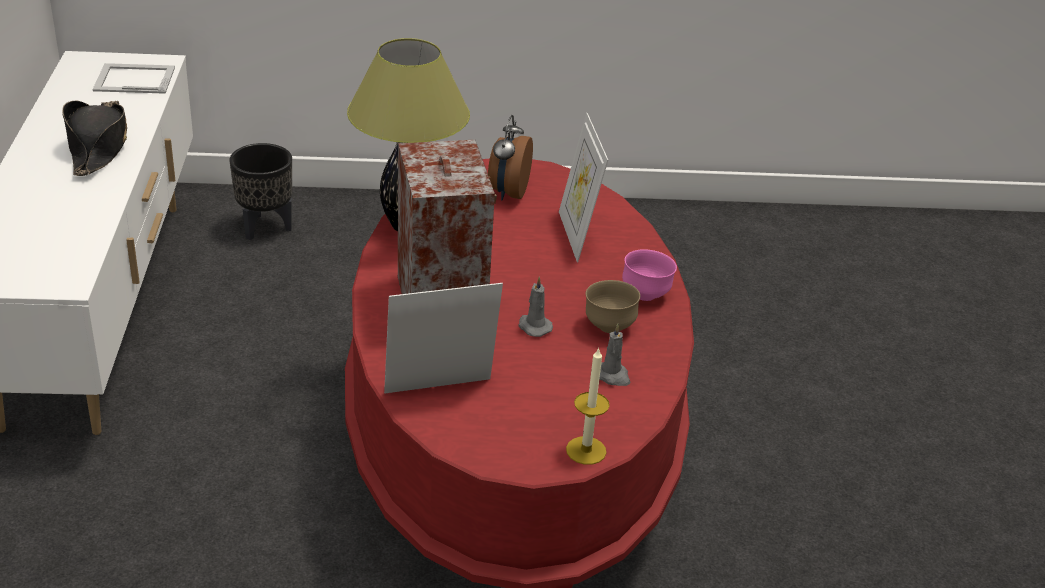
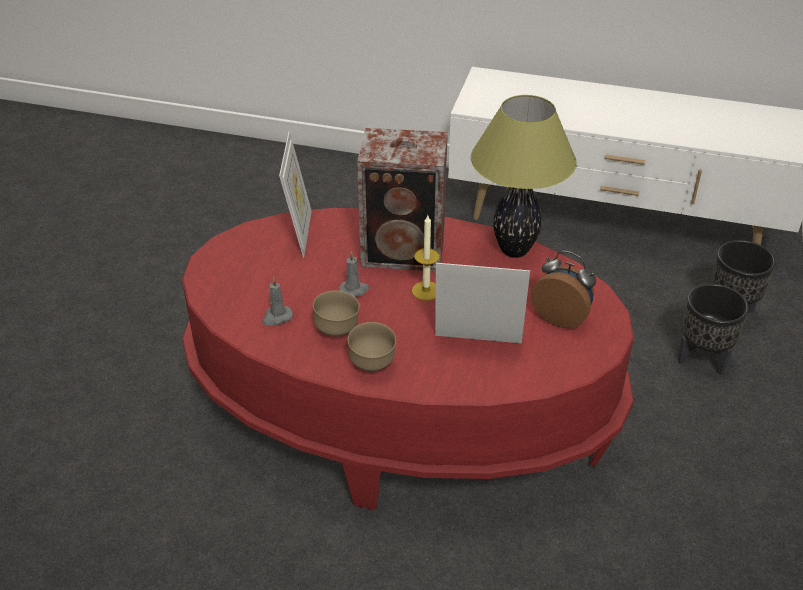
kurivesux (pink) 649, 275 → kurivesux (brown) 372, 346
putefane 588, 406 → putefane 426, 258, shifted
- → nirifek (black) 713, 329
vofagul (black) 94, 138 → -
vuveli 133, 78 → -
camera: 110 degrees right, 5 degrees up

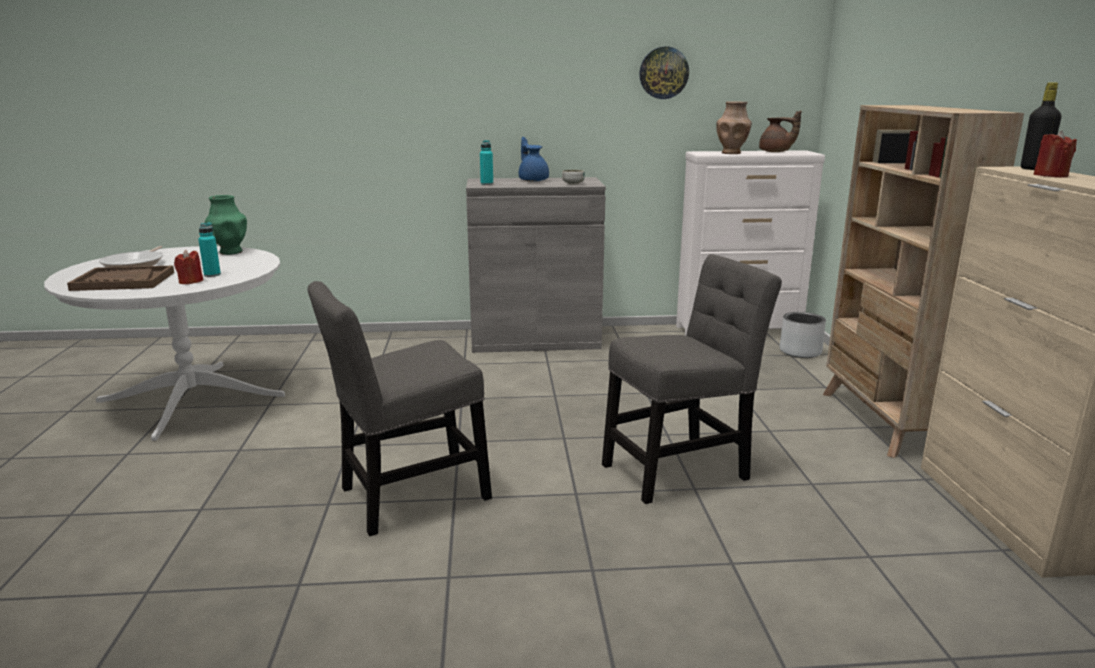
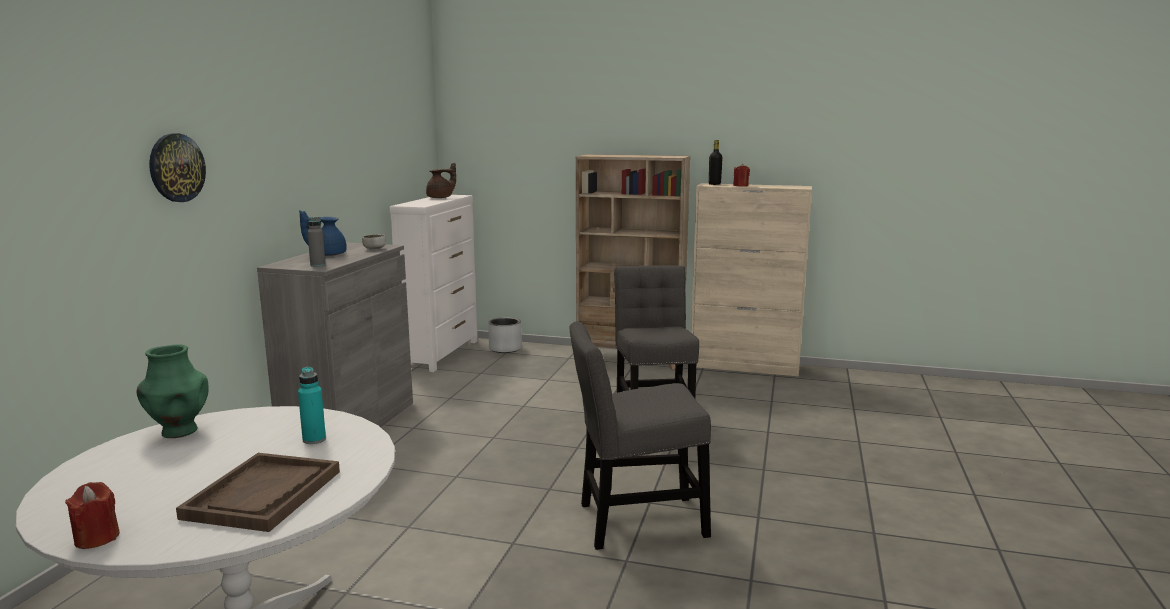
putefane (red) 188, 267 → putefane (red) 92, 515, shifted
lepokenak 664, 73 → lepokenak 177, 167, shifted
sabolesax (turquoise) 486, 162 → sabolesax (grey) 317, 242
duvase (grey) 399, 408 → duvase (grey) 640, 435, 90 degrees clockwise
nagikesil 131, 256 → -
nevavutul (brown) 734, 127 → -
camera: 70 degrees left, 5 degrees down

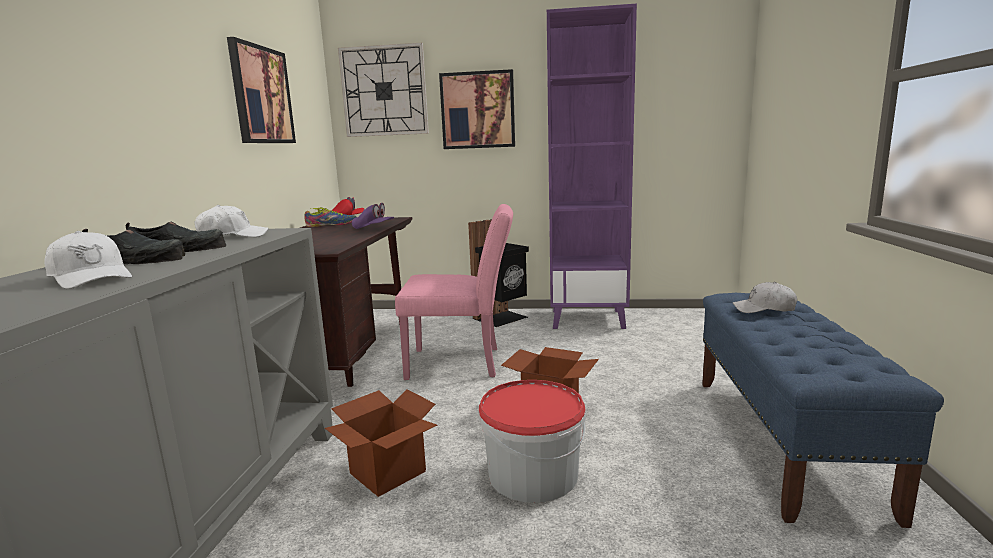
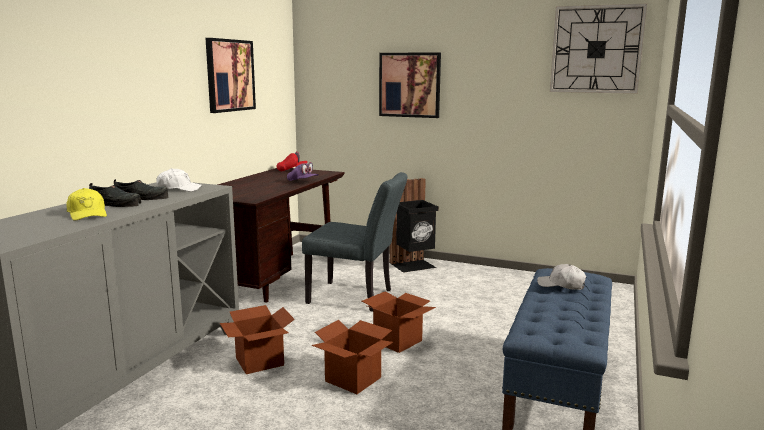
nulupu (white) 88, 260 → nulupu (yellow) 86, 204
duvase (pink) 454, 292 → duvase (grey) 354, 242
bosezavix 532, 441 → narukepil 352, 357
lepokenak 383, 90 → lepokenak 598, 49, shifted
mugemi 330, 217 → -
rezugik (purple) 592, 166 → -
camera: 15 degrees right, 0 degrees up

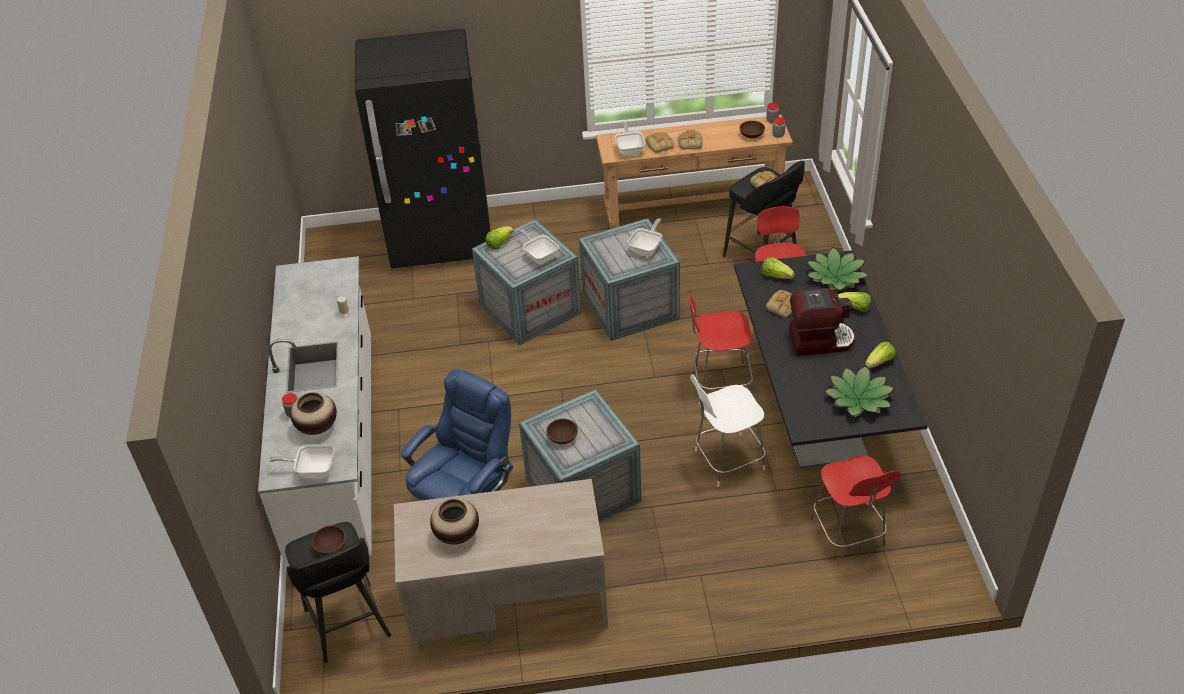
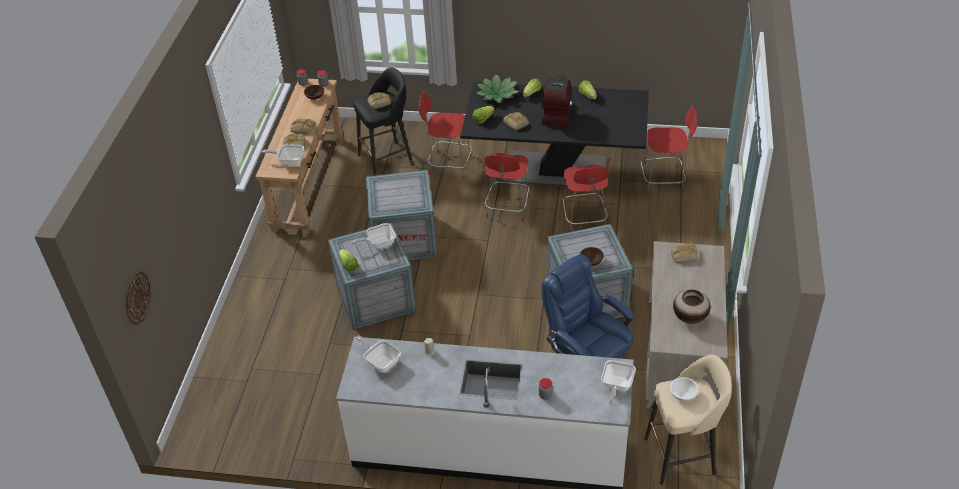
- → lepokenak 138, 298
nagikesil 644, 237 → nagikesil 378, 354, shifted
duvase (white) 728, 430 → duvase (red) 585, 198
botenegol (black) 338, 592 → botenegol (beige) 688, 420
kurivesux (brown) 329, 540 → kurivesux (white) 684, 389
- → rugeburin 684, 253
nevavutul 313, 414 → -
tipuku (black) 422, 149 → -
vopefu 859, 391 → -
camera: 75 degrees left, 0 degrees up

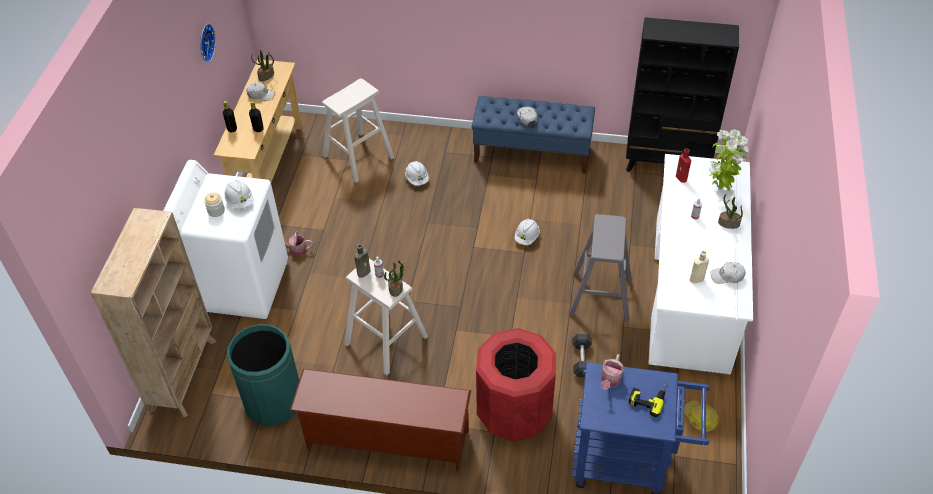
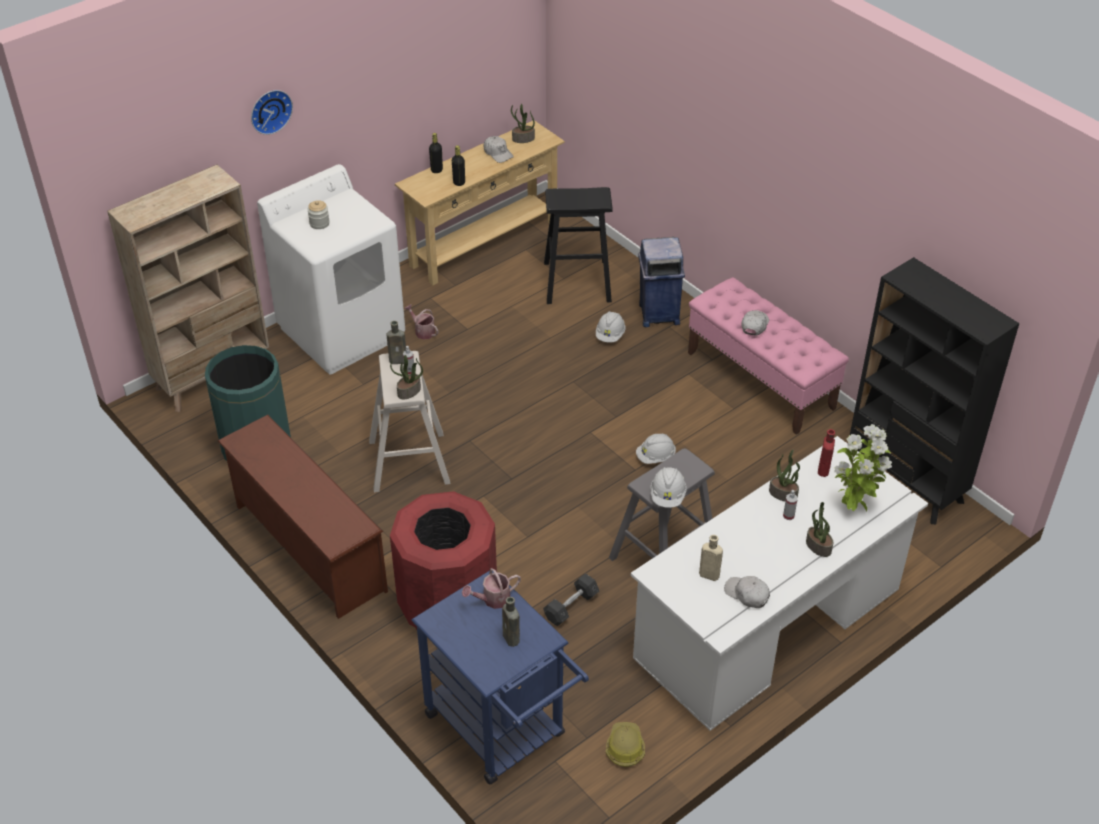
lepokenak 208, 43 → lepokenak 272, 112, shifted
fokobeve 648, 398 → sabolesax (brown) 511, 622
botenegol (beige) 358, 130 → botenegol (black) 578, 245
- → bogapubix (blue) 661, 282
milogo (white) 238, 194 → milogo (white) 668, 487, shifted
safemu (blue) 533, 135 → safemu (pink) 768, 356
- → vopefu 784, 476
camera: 40 degrees right, 5 degrees down

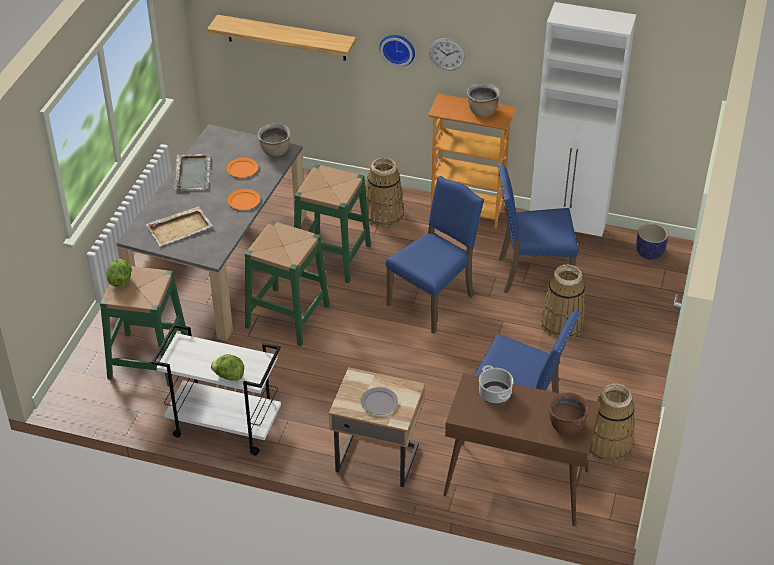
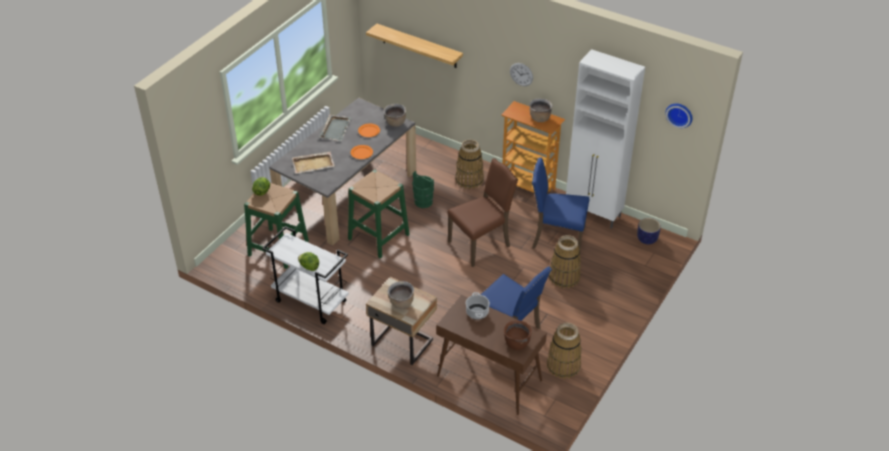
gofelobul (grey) 379, 401 → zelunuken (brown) 401, 295
botenegol (green) 332, 223 → bosezavix (green) 423, 189
duvase (blue) 435, 255 → duvase (brown) 482, 212
lepokenak 397, 51 → lepokenak 678, 115, shifted
camera: 15 degrees right, 0 degrees up

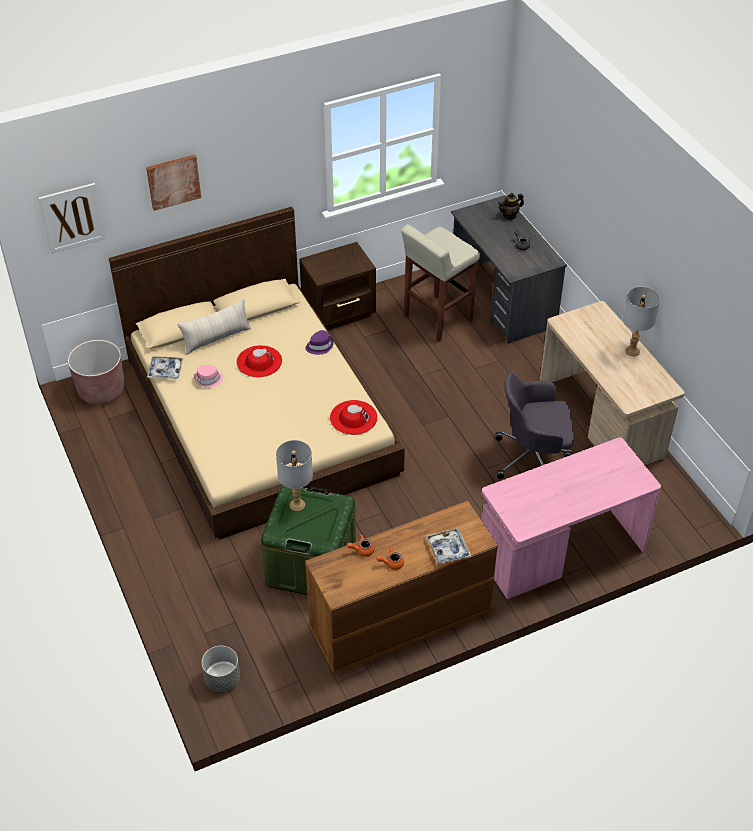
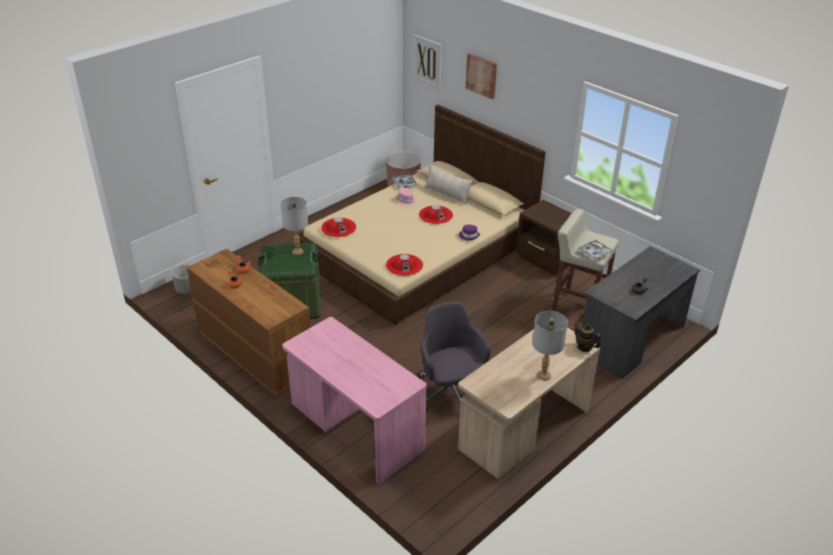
- → vofagul (red) 338, 227
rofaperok 511, 206 → rofaperok 587, 338, shifted
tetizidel 448, 546 → tetizidel 595, 250, shifted
camera: 70 degrees right, 10 degrees down

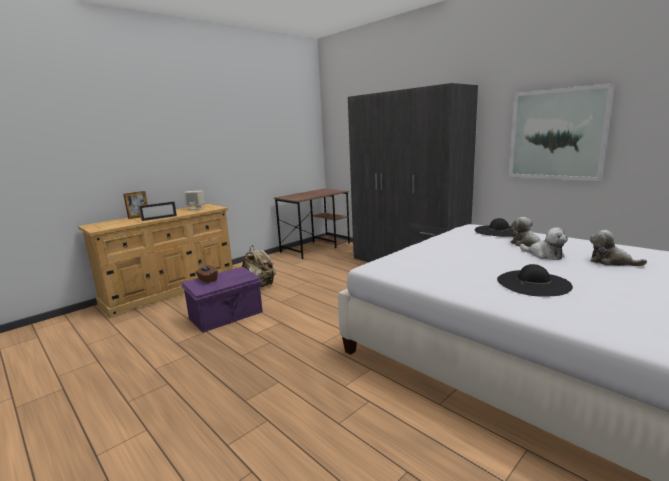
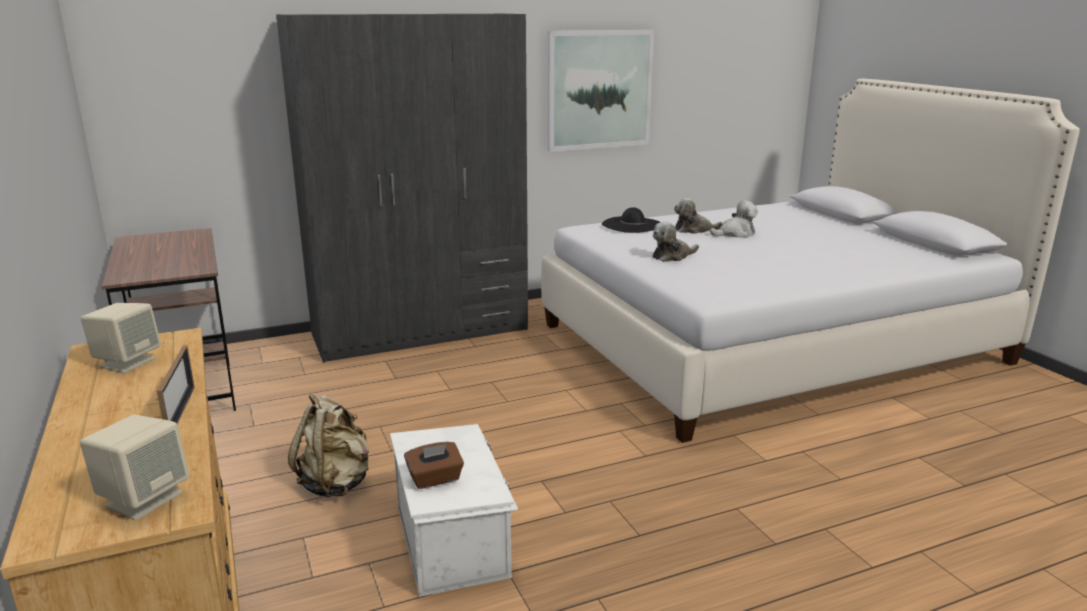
- → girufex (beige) 134, 467
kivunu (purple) 222, 300 → kivunu (white) 454, 510
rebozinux 618, 248 → rebozinux 676, 242, shifted
vuveli 135, 205 → -
vofagul (black) 535, 280 → -
camera: 70 degrees left, 5 degrees up

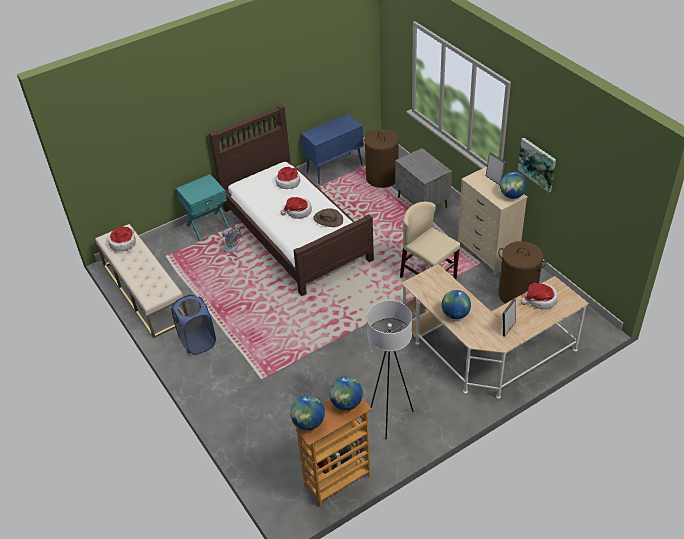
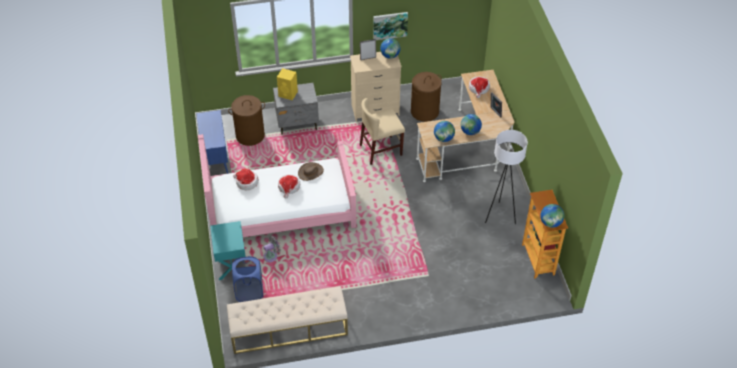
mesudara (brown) 291, 200 → mesudara (pink) 277, 185
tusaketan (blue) 193, 325 → tusaketan (blue) 247, 279, shifted
- → girufex (yellow) 287, 84
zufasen 346, 393 → zufasen 444, 131, shifted
vofagul 122, 239 → -
camera: 70 degrees left, 5 degrees up

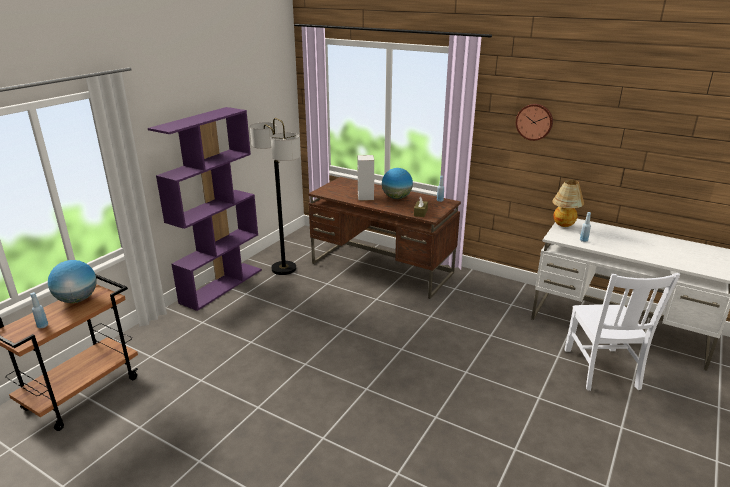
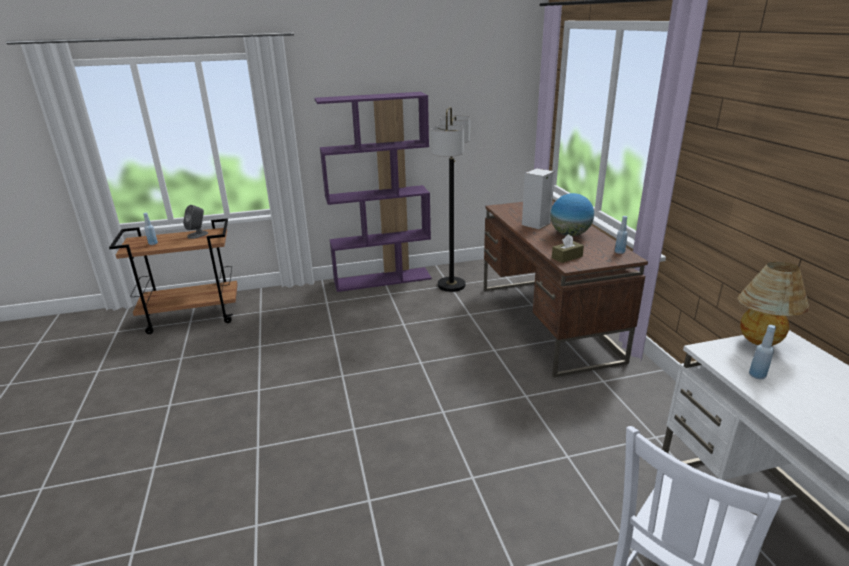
zufasen 72, 281 → girufex (grey) 195, 222
lepokenak 534, 122 → -
camera: 45 degrees right, 0 degrees up

